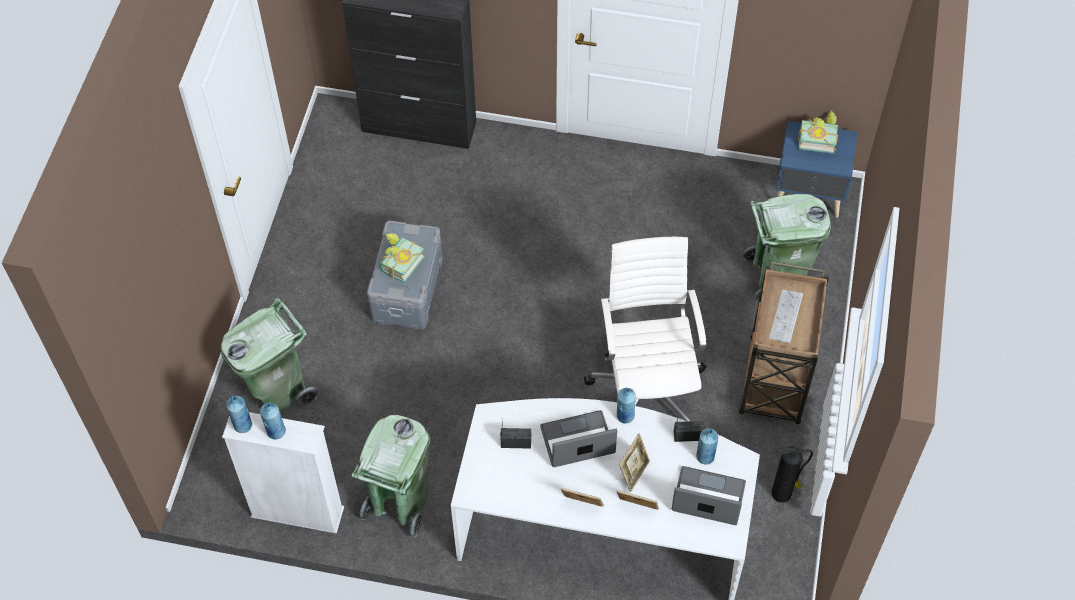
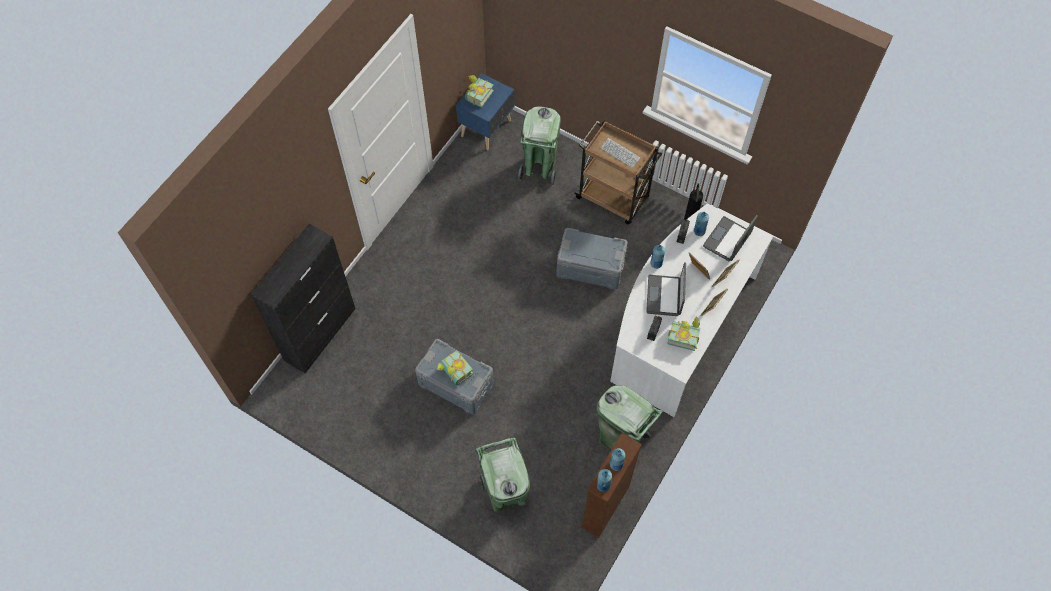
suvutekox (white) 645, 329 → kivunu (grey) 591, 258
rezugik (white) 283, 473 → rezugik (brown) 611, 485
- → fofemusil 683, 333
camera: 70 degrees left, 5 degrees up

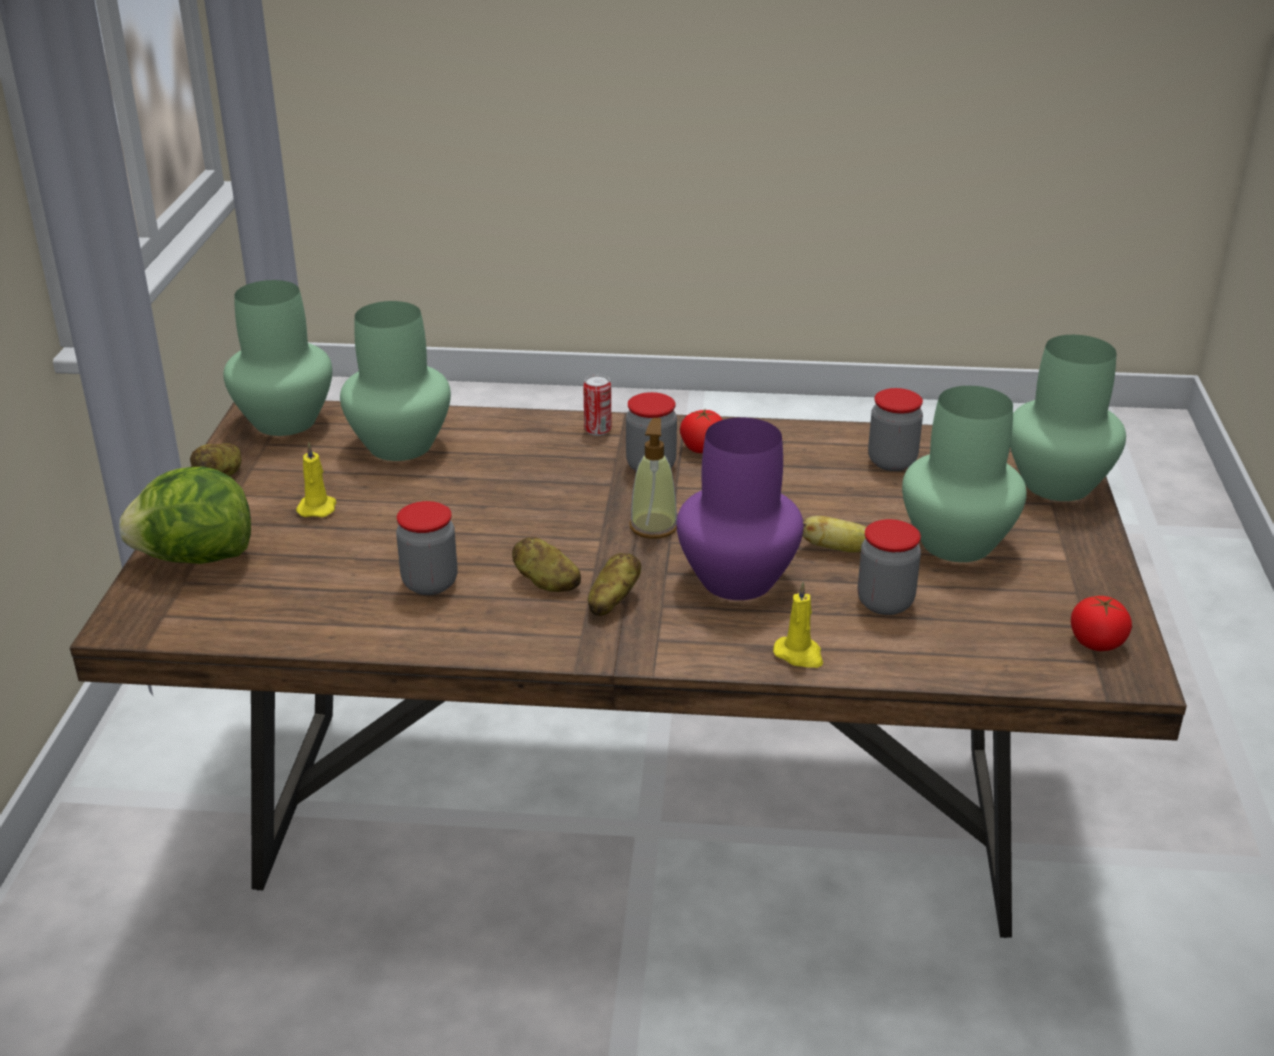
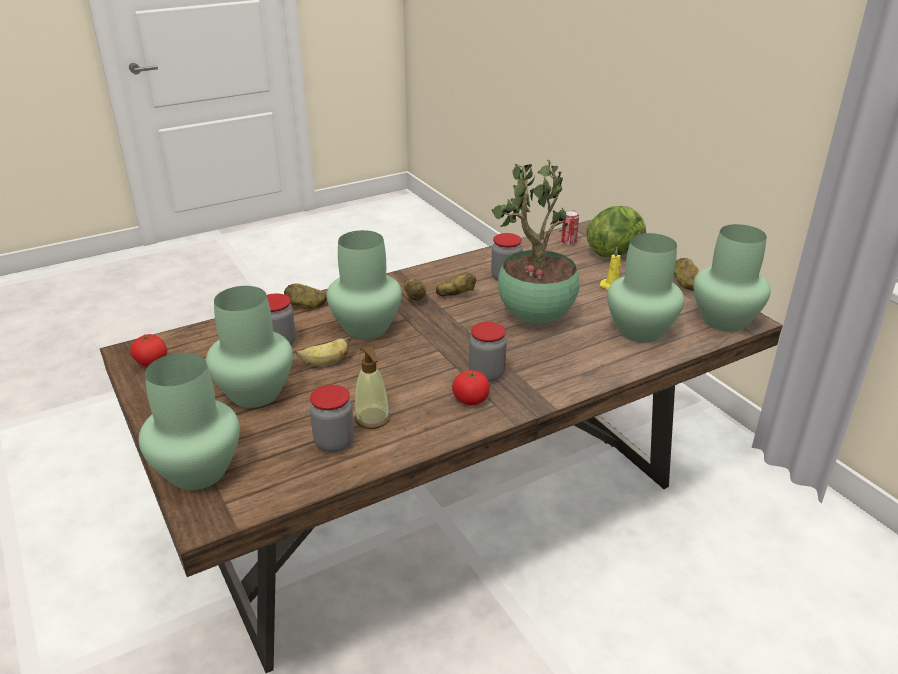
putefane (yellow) 798, 625 → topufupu 305, 296
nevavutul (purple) 740, 508 → nevavutul (green) 364, 284
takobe 653, 478 → takobe 372, 387, shifted
- → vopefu 536, 241
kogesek 597, 405 → kogesek 570, 228, shifted
camera: 145 degrees right, 0 degrees up

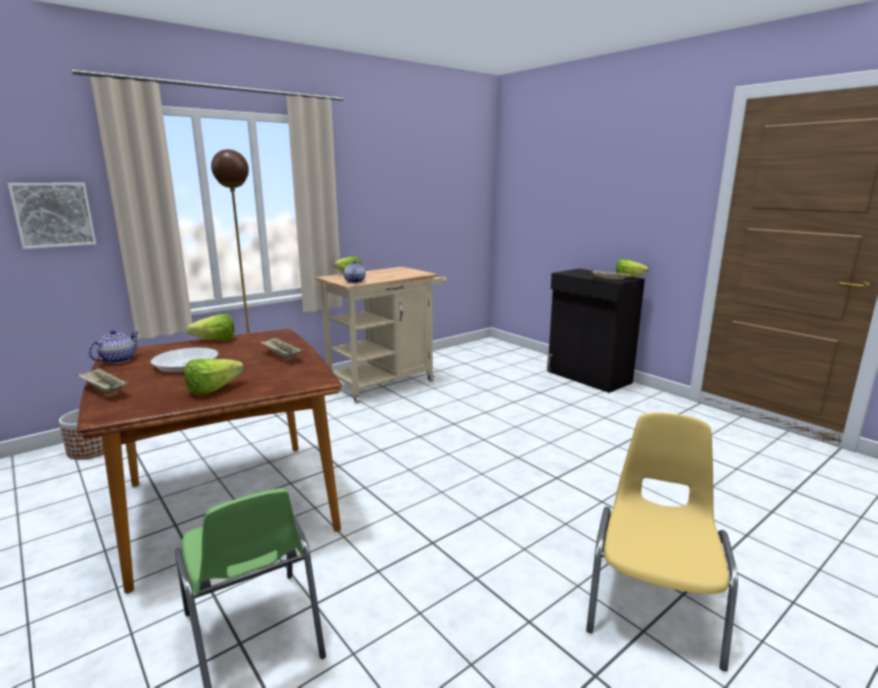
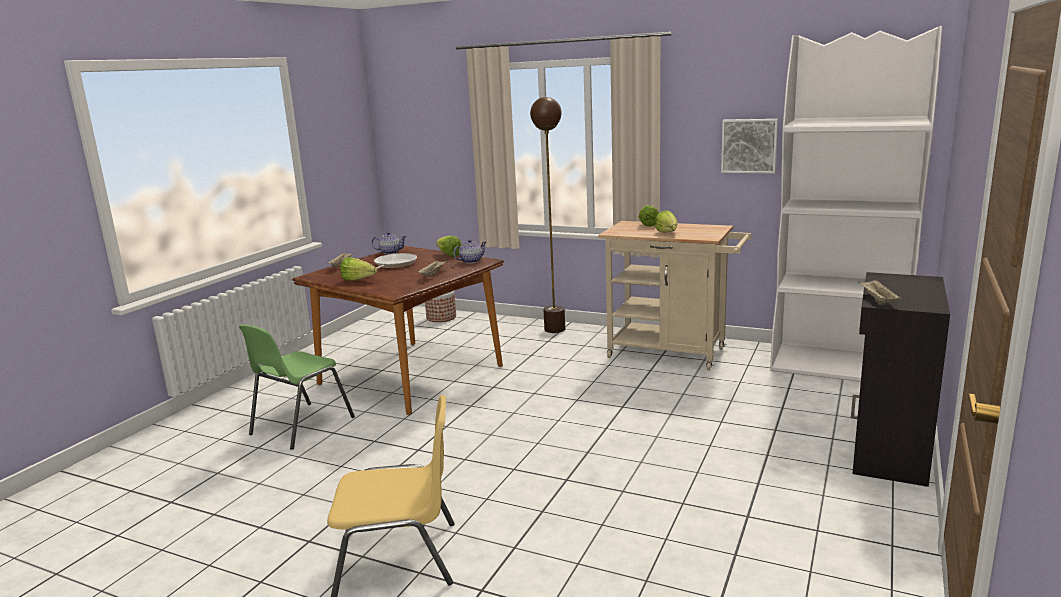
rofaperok 354, 272 → rofaperok 469, 251, shifted
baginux 632, 268 → baginux 666, 221, shifted
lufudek 52, 216 → lufudek 749, 146, shifted
- → rezugik (white) 856, 204
camera: 65 degrees right, 0 degrees up

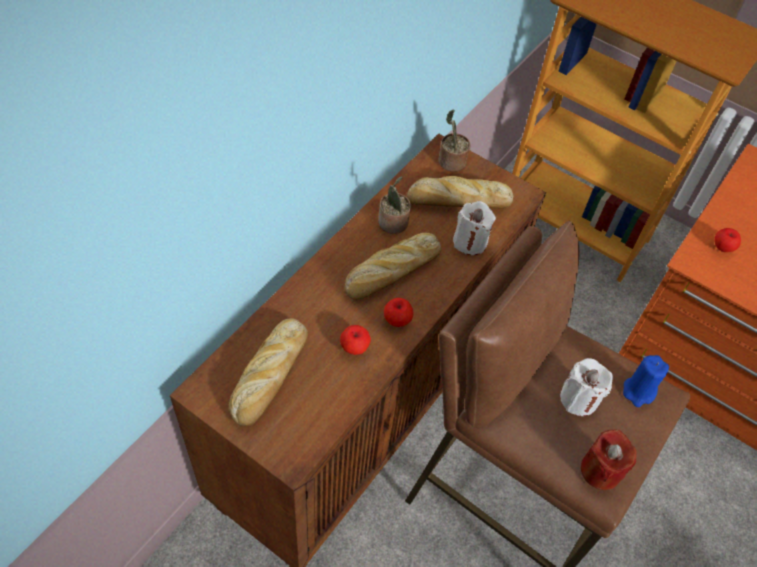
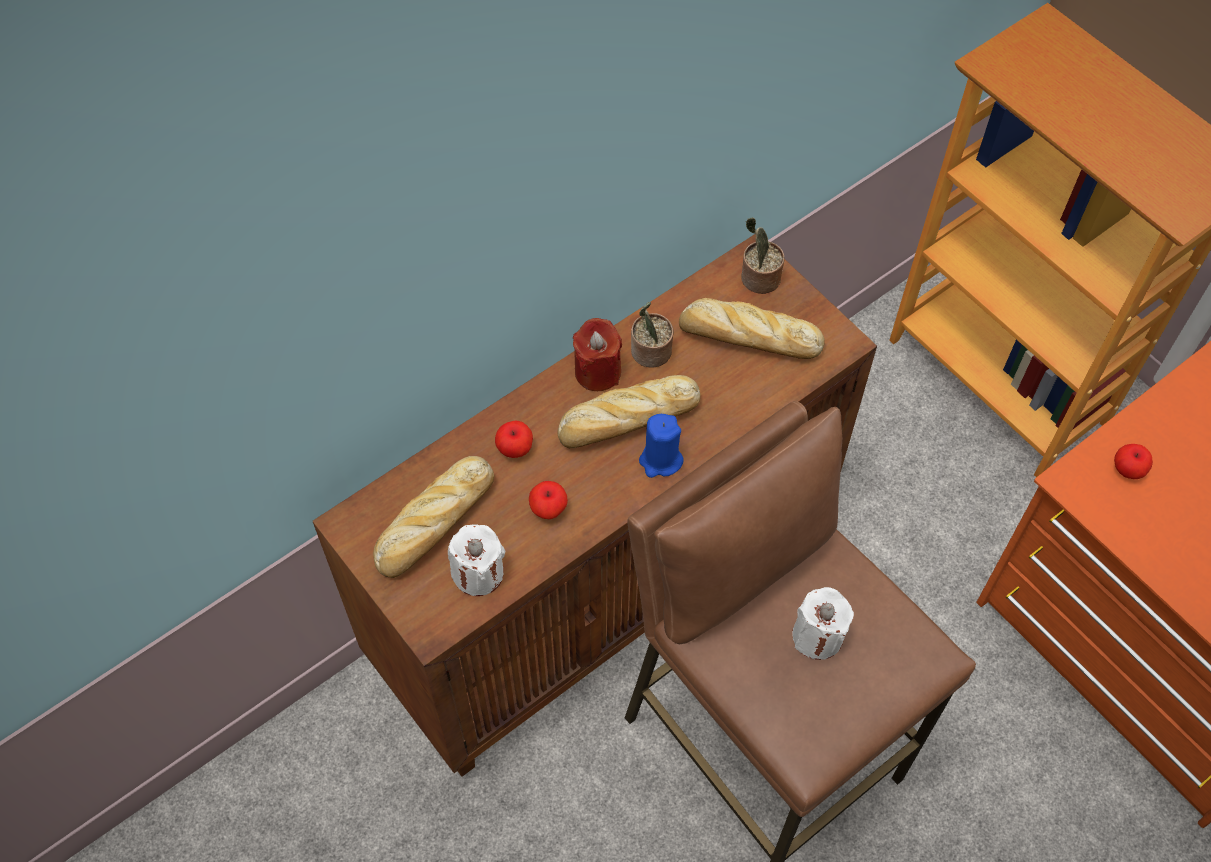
putefane (white) 474, 228 → putefane (white) 476, 560, shifted
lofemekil 398, 312 → lofemekil 514, 439, shifted
putefane (red) 609, 459 → putefane (red) 597, 354, shifted
putefane (blue) 646, 381 → putefane (blue) 661, 446, shifted
camera: 20 degrees right, 5 degrees up

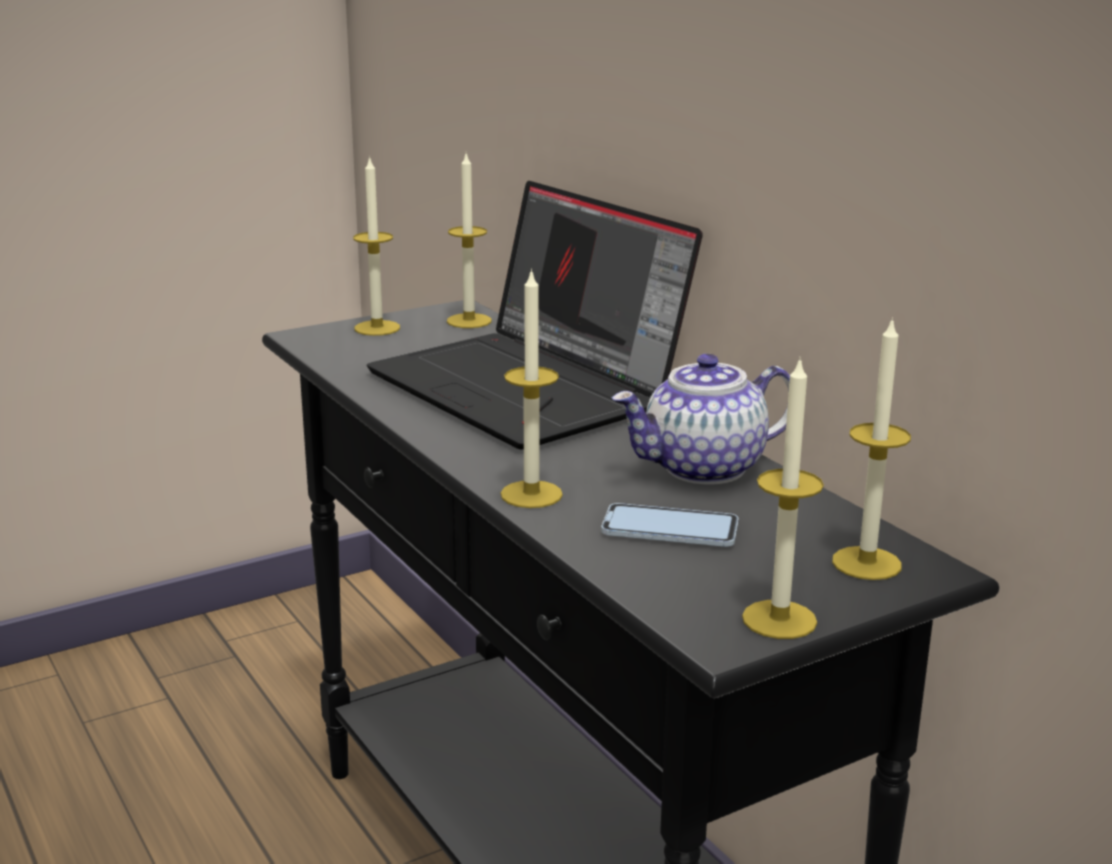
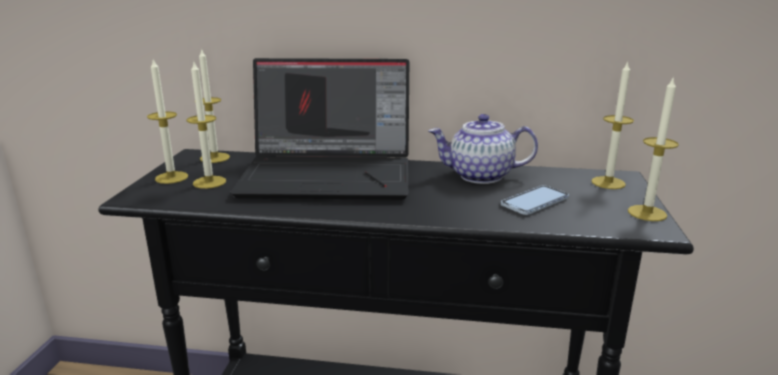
putefane 532, 388 → putefane 206, 125, shifted
rofaperok 701, 419 → rofaperok 483, 149, 75 degrees clockwise
camera: 50 degrees left, 0 degrees up

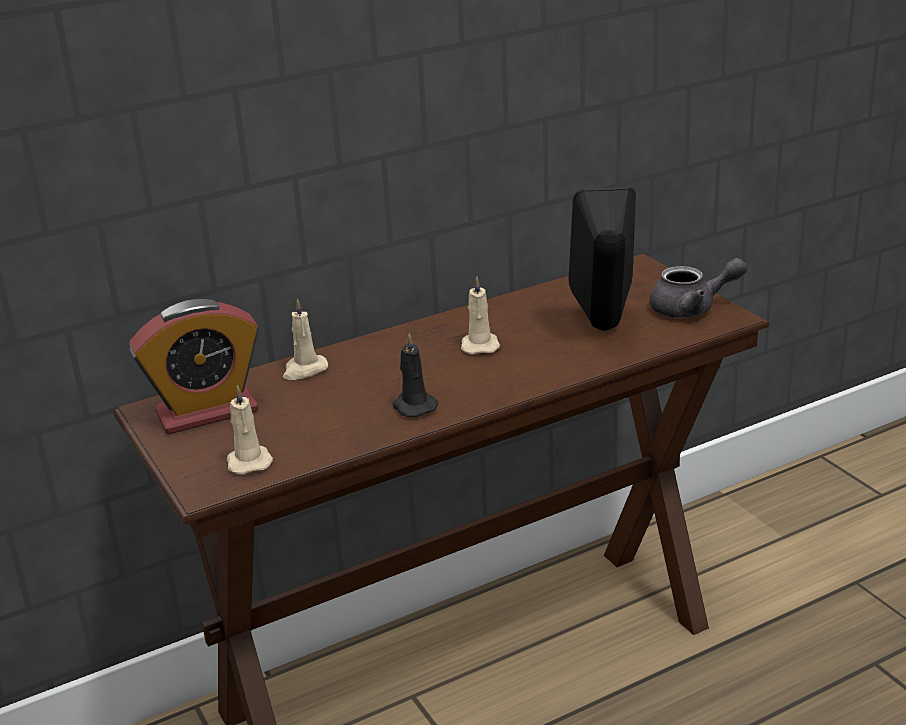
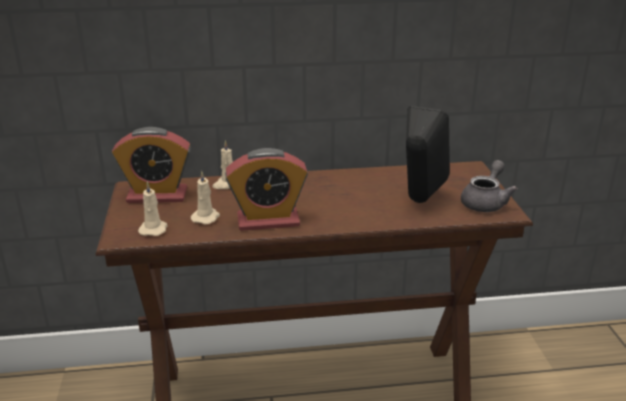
putefane (beige) 480, 315 → putefane (beige) 205, 197, shifted
putefane (black) 415, 375 → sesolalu 266, 189
rofaperok (grey) 698, 288 → rofaperok (grey) 489, 186, 75 degrees counterclockwise
camera: 20 degrees right, 0 degrees up

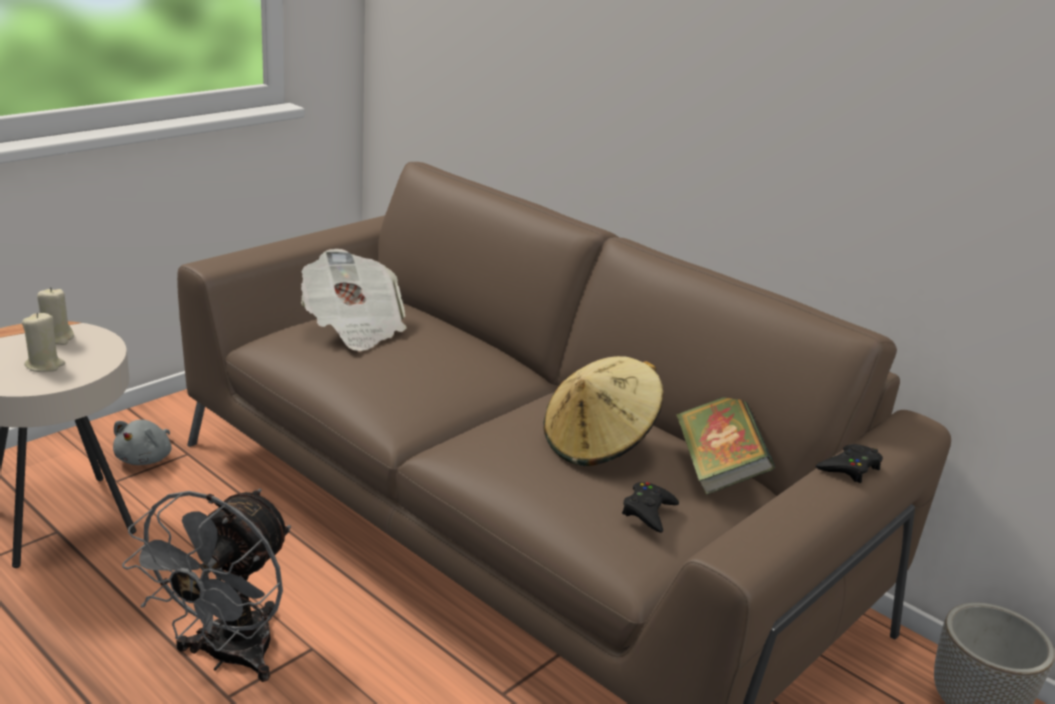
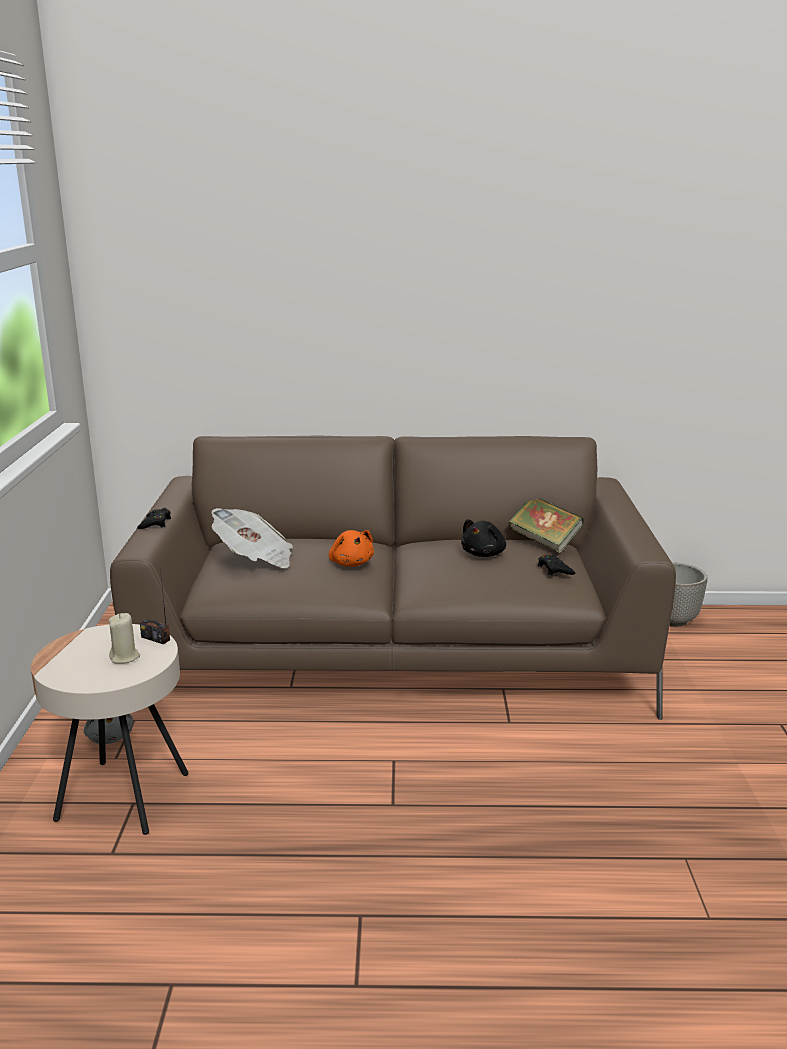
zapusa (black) 849, 463 → zapusa (black) 154, 518, shifted
- → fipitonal 155, 606
- → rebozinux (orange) 351, 548
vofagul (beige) 603, 411 → rebozinux (black) 483, 538
putefane (beige) 55, 316 → -
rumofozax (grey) 206, 585 → -
camera: 40 degrees left, 5 degrees down

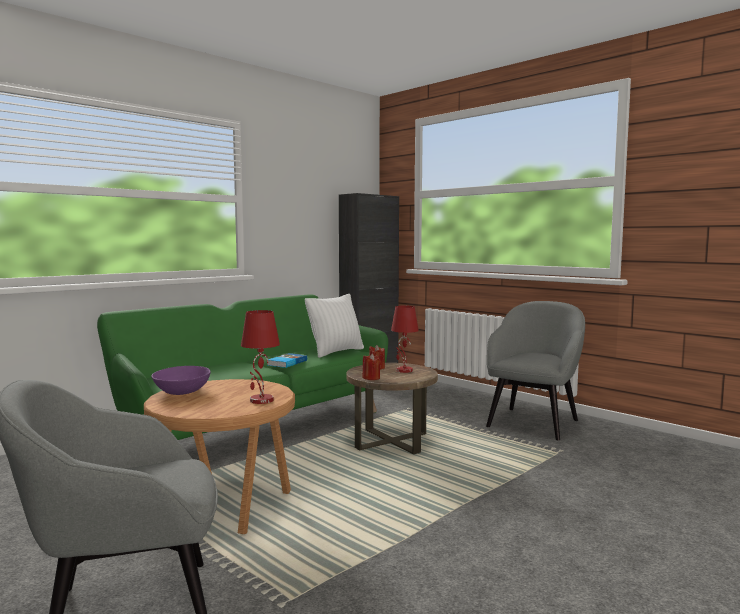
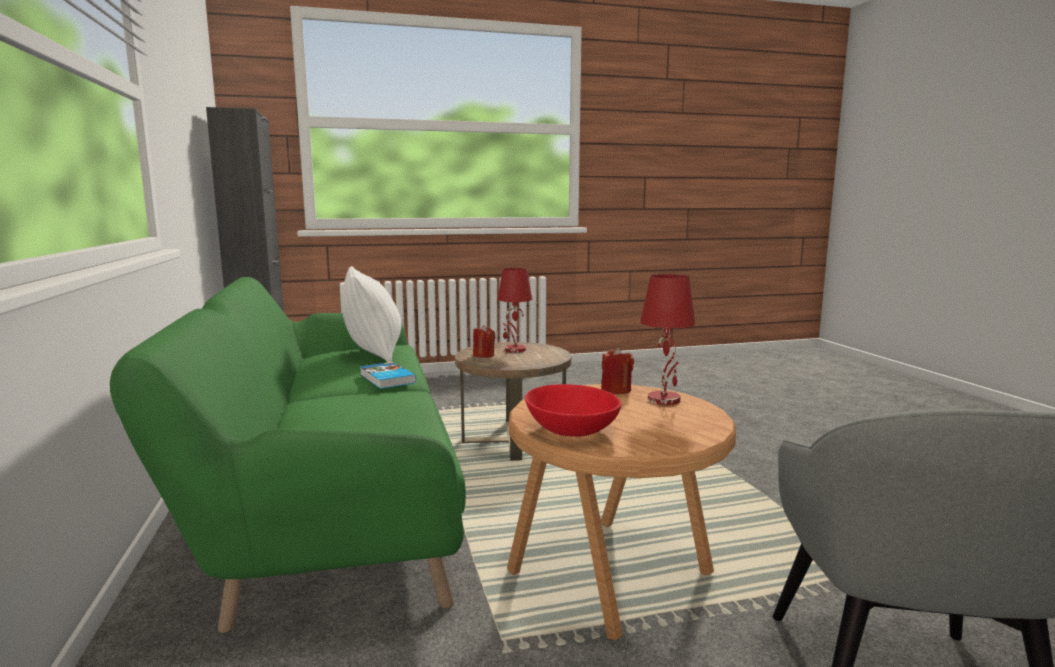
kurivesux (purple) 181, 380 → kurivesux (red) 573, 410
putefane (red) 372, 366 → putefane (red) 617, 370, shifted
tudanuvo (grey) 535, 371 → -
camera: 60 degrees left, 5 degrees up

